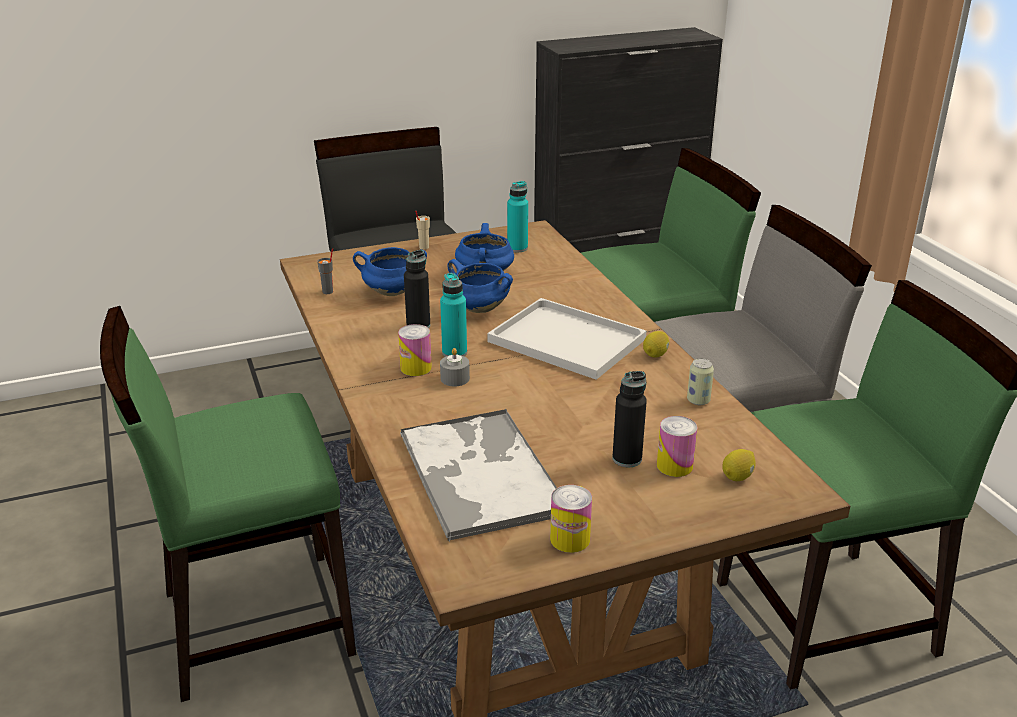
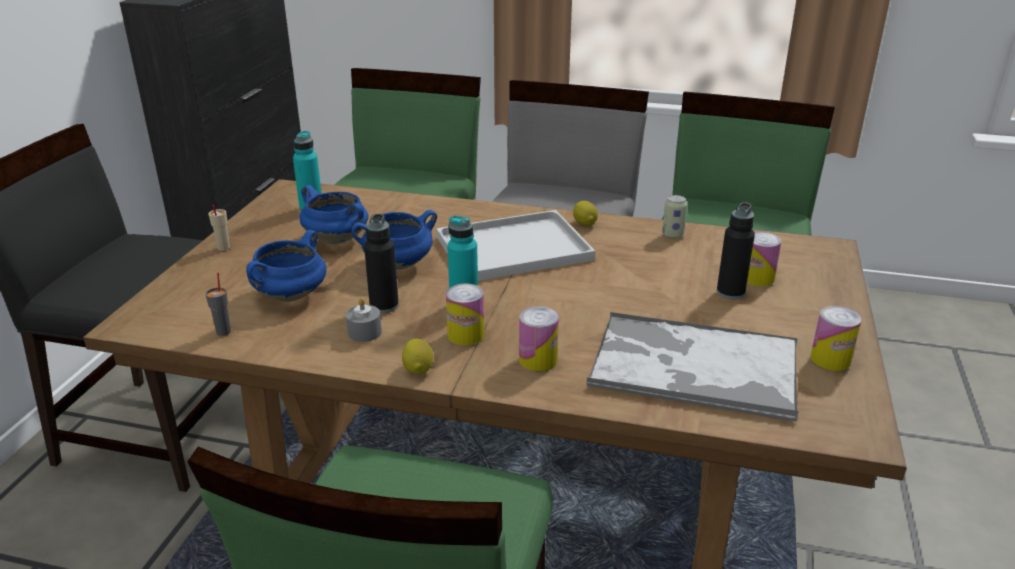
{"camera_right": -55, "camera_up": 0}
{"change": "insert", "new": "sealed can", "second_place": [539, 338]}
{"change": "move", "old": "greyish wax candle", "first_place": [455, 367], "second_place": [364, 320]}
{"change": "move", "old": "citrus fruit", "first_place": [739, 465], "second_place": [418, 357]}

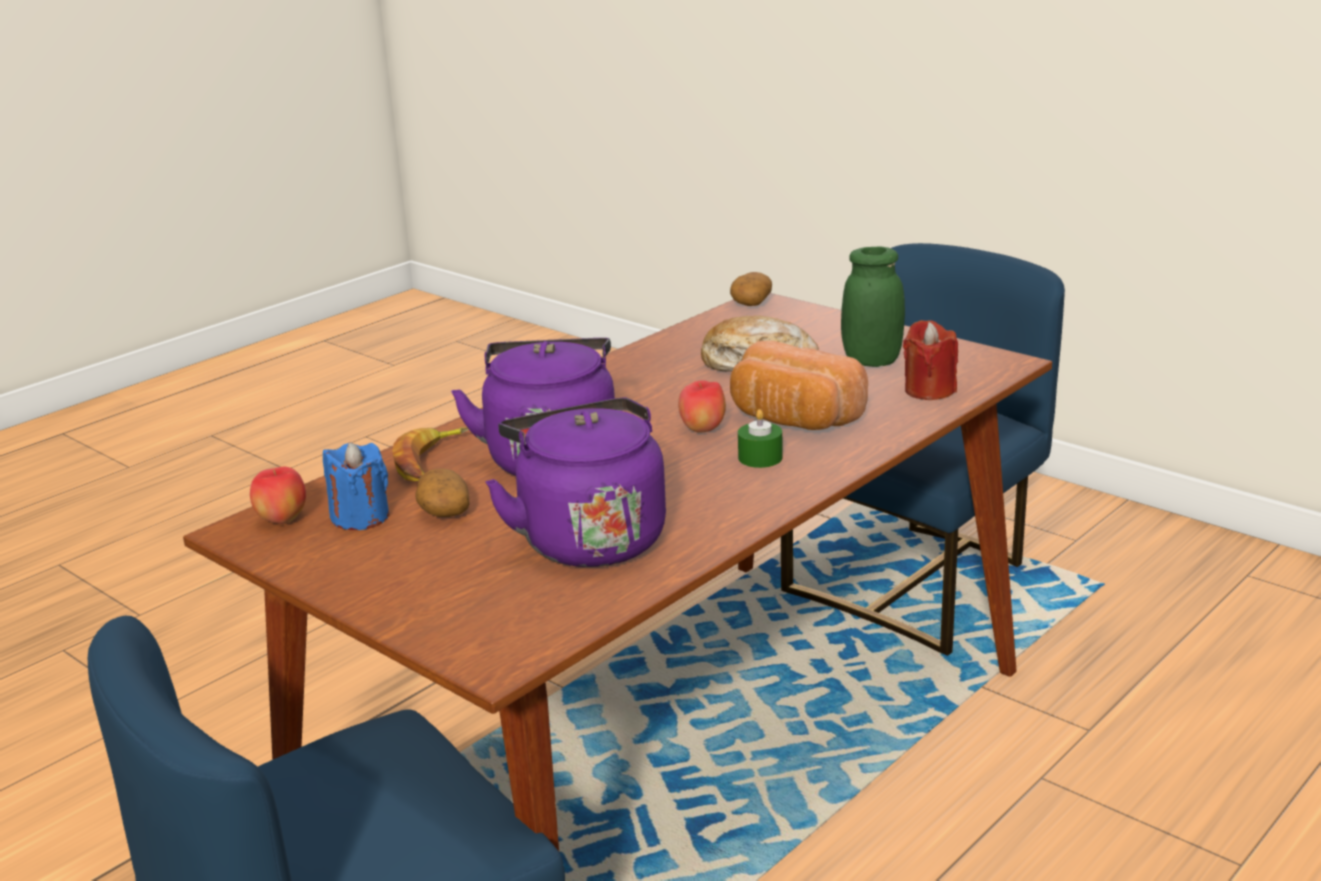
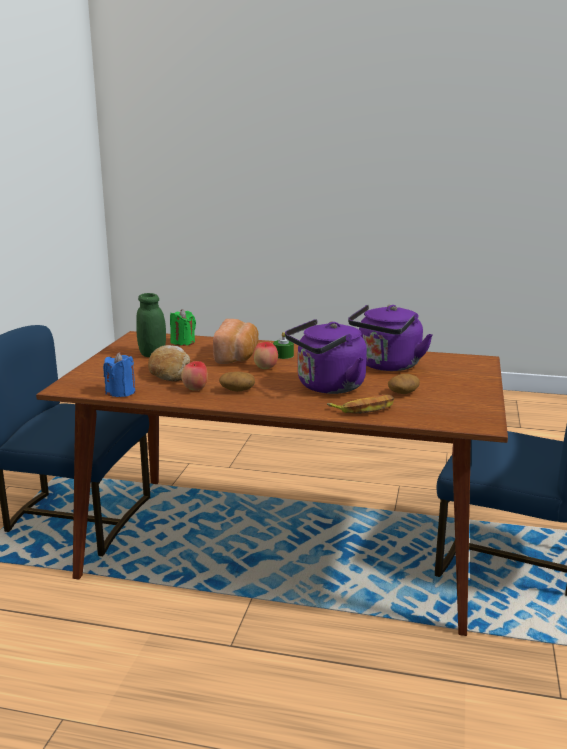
{"camera_right": -120, "camera_up": -5}
{"change": "move", "old": "apple fruit", "first_place": [278, 495], "second_place": [194, 376]}
{"change": "move", "old": "blue-coloured wax candle", "first_place": [356, 486], "second_place": [119, 374]}
{"change": "move", "old": "spud", "first_place": [751, 289], "second_place": [237, 382]}
{"change": "recolor", "old": "red wax candle", "new": "greenish wax candle", "first_place": [930, 360], "second_place": [183, 327]}

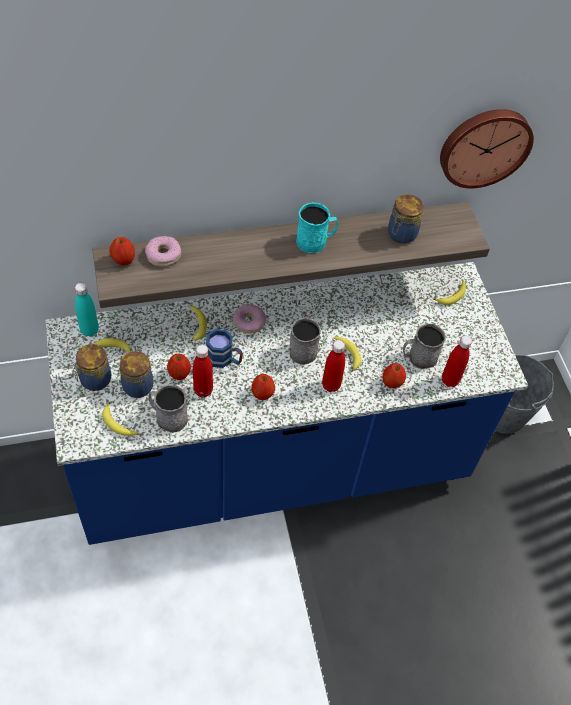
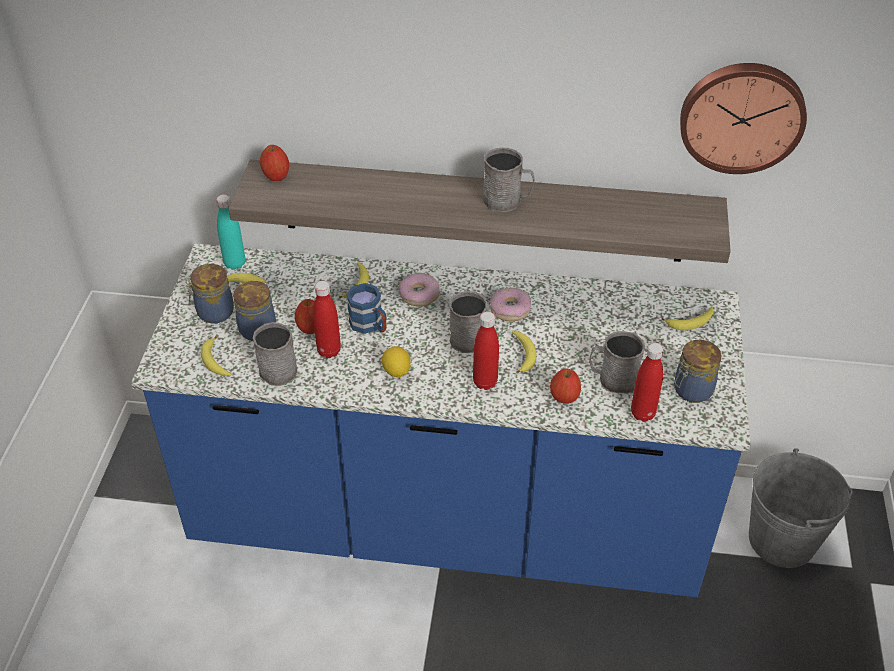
{"camera_right": 25, "camera_up": -10}
{"change": "move", "old": "ring doughnut", "first_place": [163, 251], "second_place": [510, 304]}
{"change": "move", "old": "storage jar", "first_place": [406, 219], "second_place": [698, 371]}
{"change": "replace", "old": "apple fruit", "new": "citrus fruit", "first_place": [263, 387], "second_place": [396, 361]}
{"change": "recolor", "old": "turquoise mug", "new": "greyish mug", "first_place": [317, 227], "second_place": [508, 180]}

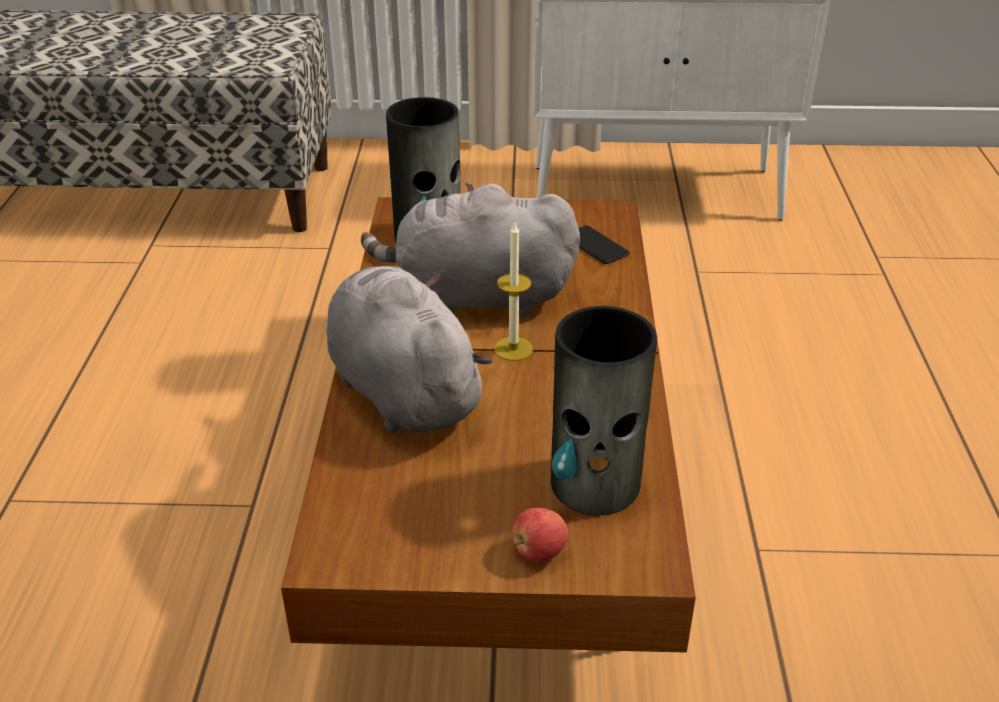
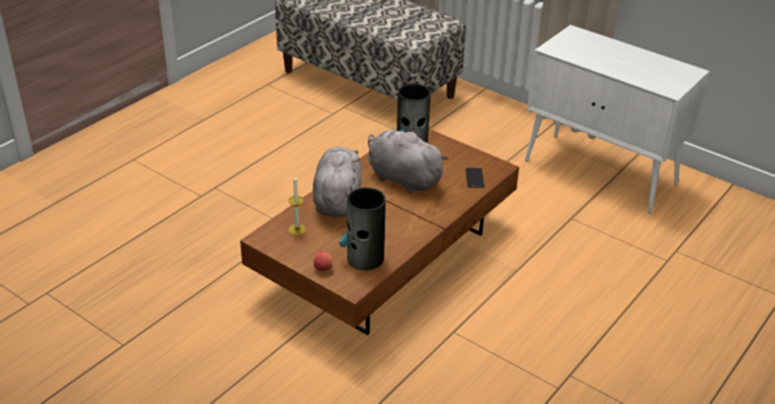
{"camera_right": 35, "camera_up": 0}
{"change": "move", "old": "wax candle", "first_place": [513, 291], "second_place": [297, 205]}

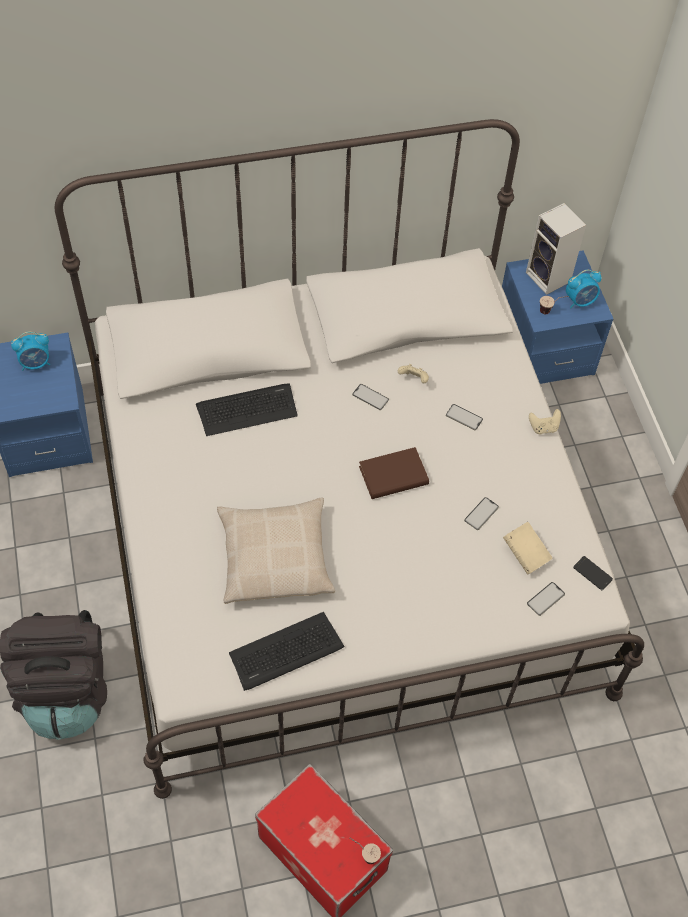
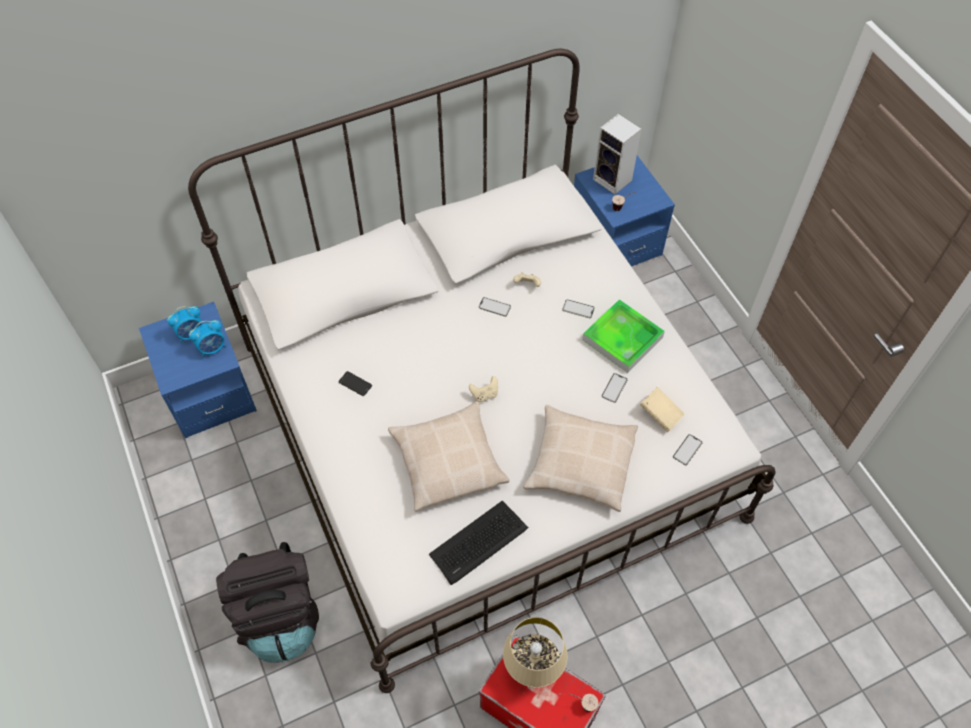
{"camera_right": -10, "camera_up": 0}
{"change": "delete", "old": "computer keyboard", "first_place": [247, 409]}
{"change": "delete", "old": "brownish volume", "first_place": [394, 473]}
{"change": "insert", "new": "beige-coloured tabletop lamp", "second_place": [535, 652]}
{"change": "insert", "new": "beige-coloured pillow", "second_place": [580, 458]}
{"change": "insert", "new": "serving tray", "second_place": [623, 336]}
{"change": "move", "old": "beige-coloured joypad", "first_place": [545, 421], "second_place": [483, 389]}
{"change": "move", "old": "bedside clock", "first_place": [583, 289], "second_place": [207, 338]}
{"change": "move", "old": "telephone", "first_place": [593, 573], "second_place": [355, 383]}

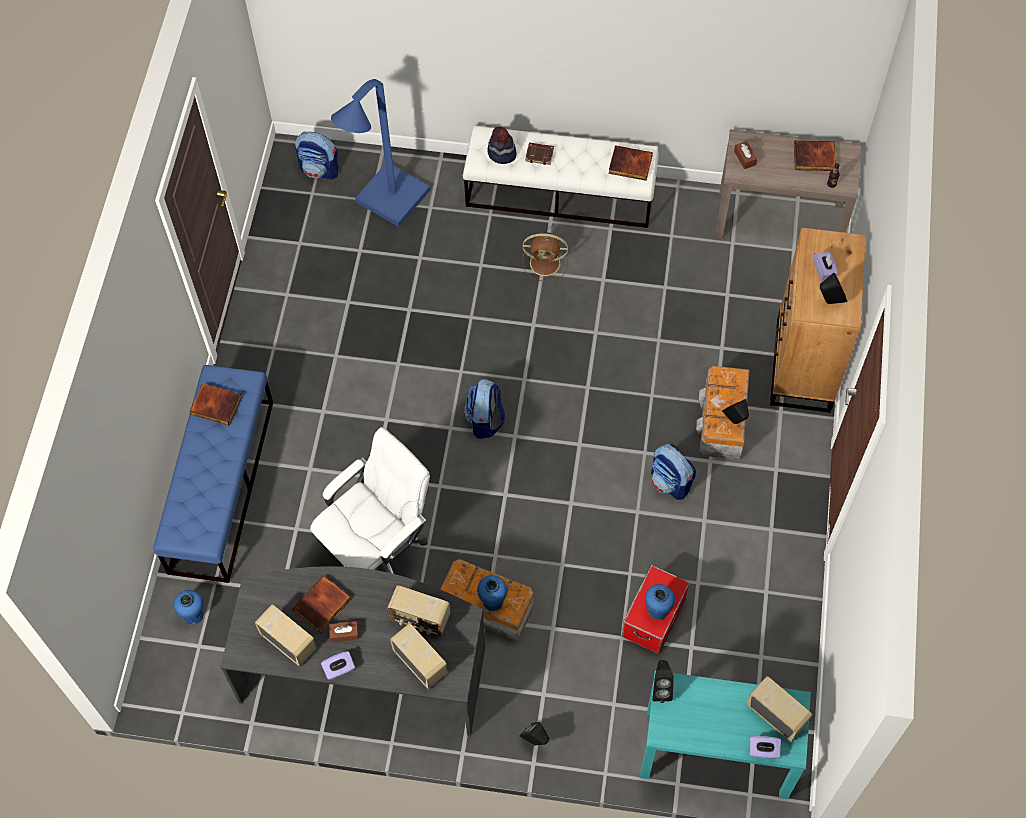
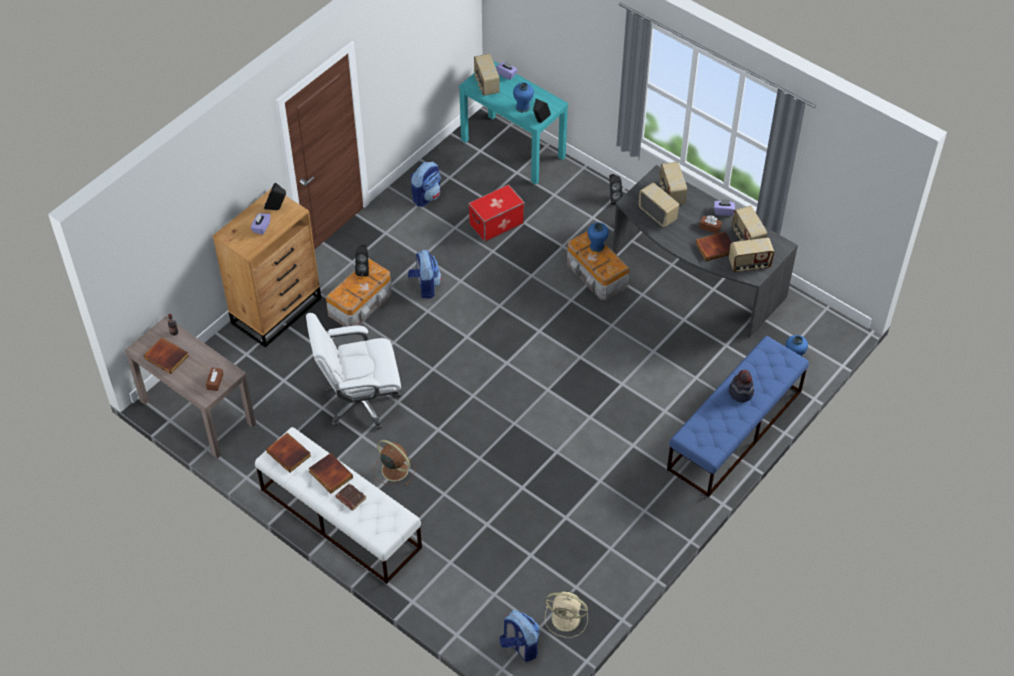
{"camera_right": -150, "camera_up": -10}
{"change": "delete", "old": "blue-coloured standard lamp", "first_place": [380, 153]}
{"change": "insert", "new": "beige-coloured cooling fan", "second_place": [566, 614]}
{"change": "insert", "new": "radio set", "second_place": [751, 255]}
{"change": "move", "old": "volume", "first_place": [216, 404], "second_place": [331, 473]}
{"change": "move", "old": "white-coloured computer chair", "first_place": [370, 500], "second_place": [353, 371]}
{"change": "move", "old": "rucksack", "first_place": [484, 409], "second_place": [425, 184]}
{"change": "move", "old": "wearable hat", "first_place": [501, 145], "second_place": [741, 386]}
{"change": "move", "old": "blue-coloured flower vase", "first_place": [660, 602], "second_place": [523, 97]}

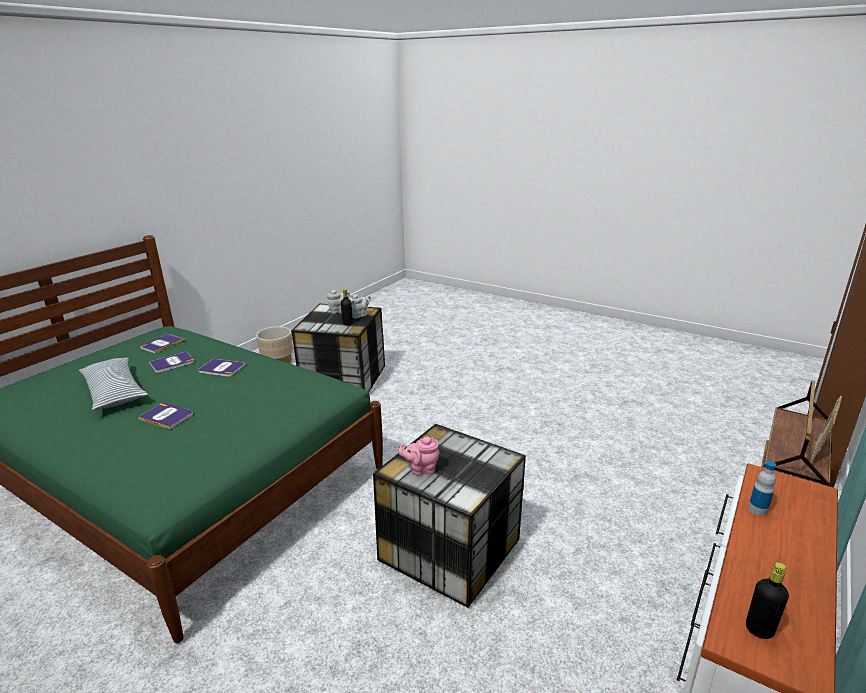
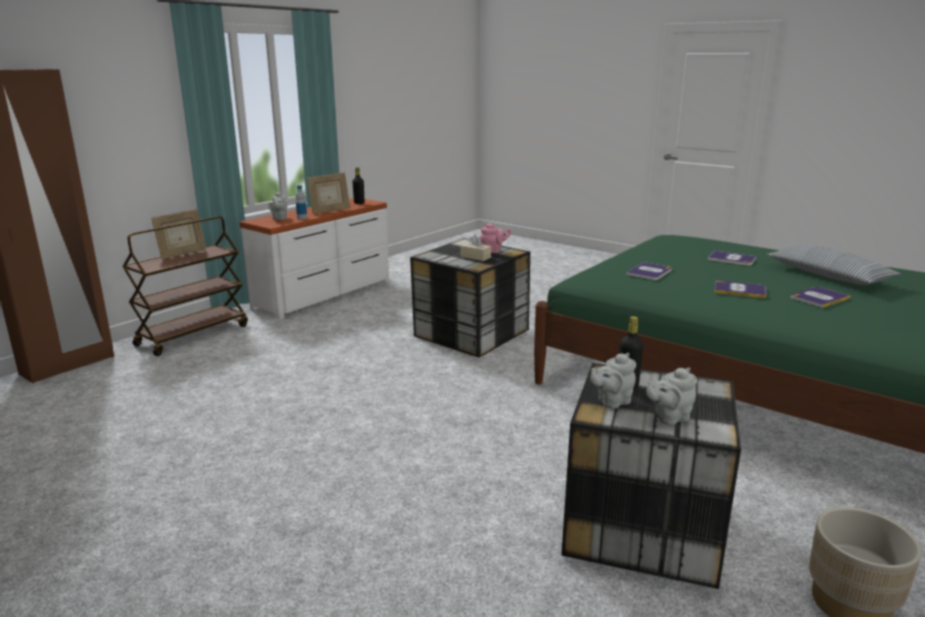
{"camera_right": -175, "camera_up": -5}
{"change": "insert", "new": "greyish pot for tea", "second_place": [278, 206]}
{"change": "insert", "new": "standing frame", "second_place": [328, 193]}
{"change": "insert", "new": "beige-coloured tissue box", "second_place": [475, 248]}
{"change": "move", "old": "volume", "first_place": [162, 343], "second_place": [649, 271]}

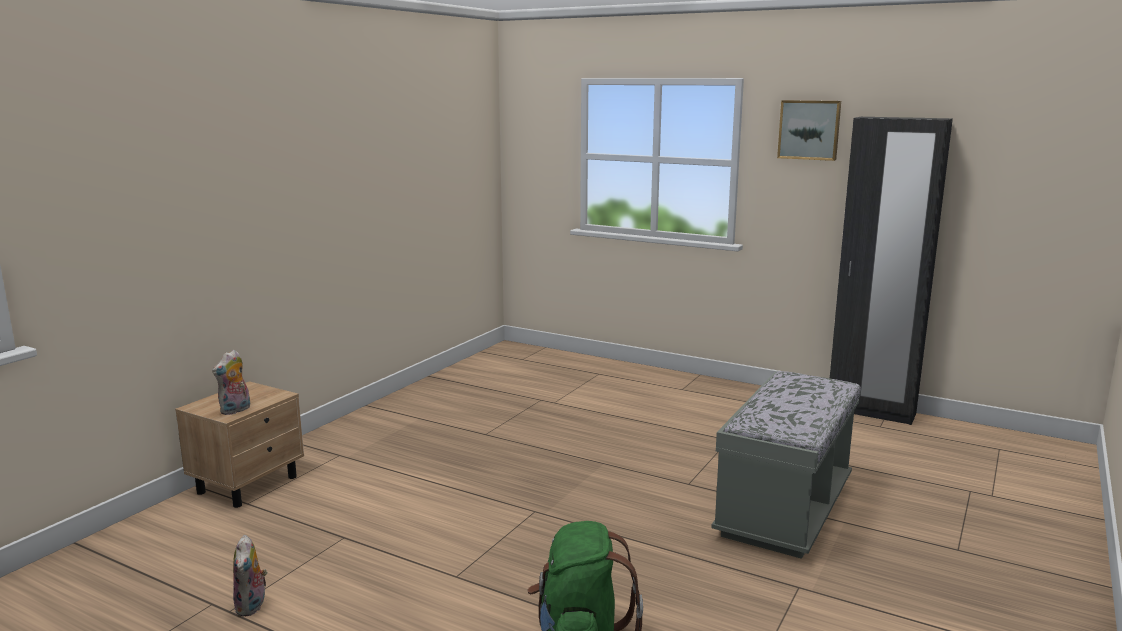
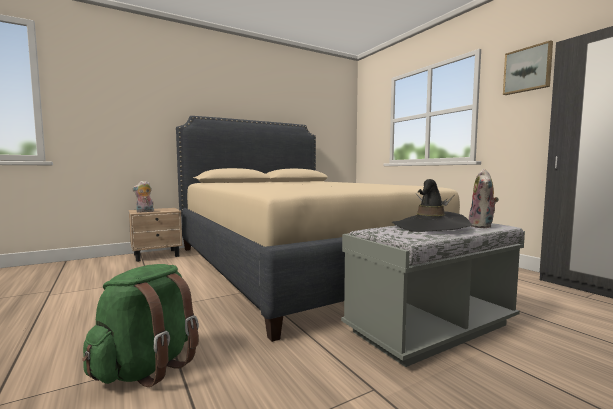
{"camera_right": 30, "camera_up": -10}
{"change": "insert", "new": "beige-coloured bed", "second_place": [318, 229]}
{"change": "insert", "new": "black wearable hat", "second_place": [432, 205]}
{"change": "move", "old": "plush toy", "first_place": [250, 575], "second_place": [484, 198]}

